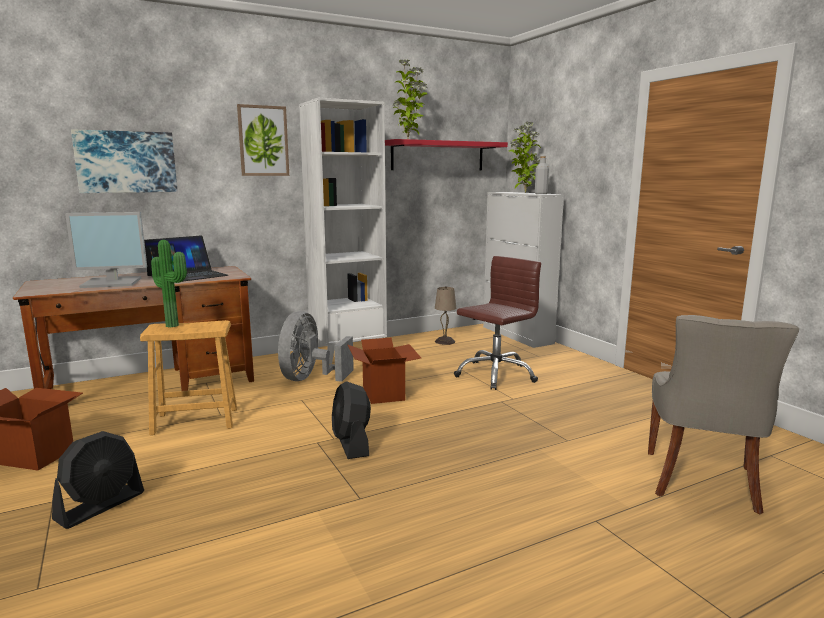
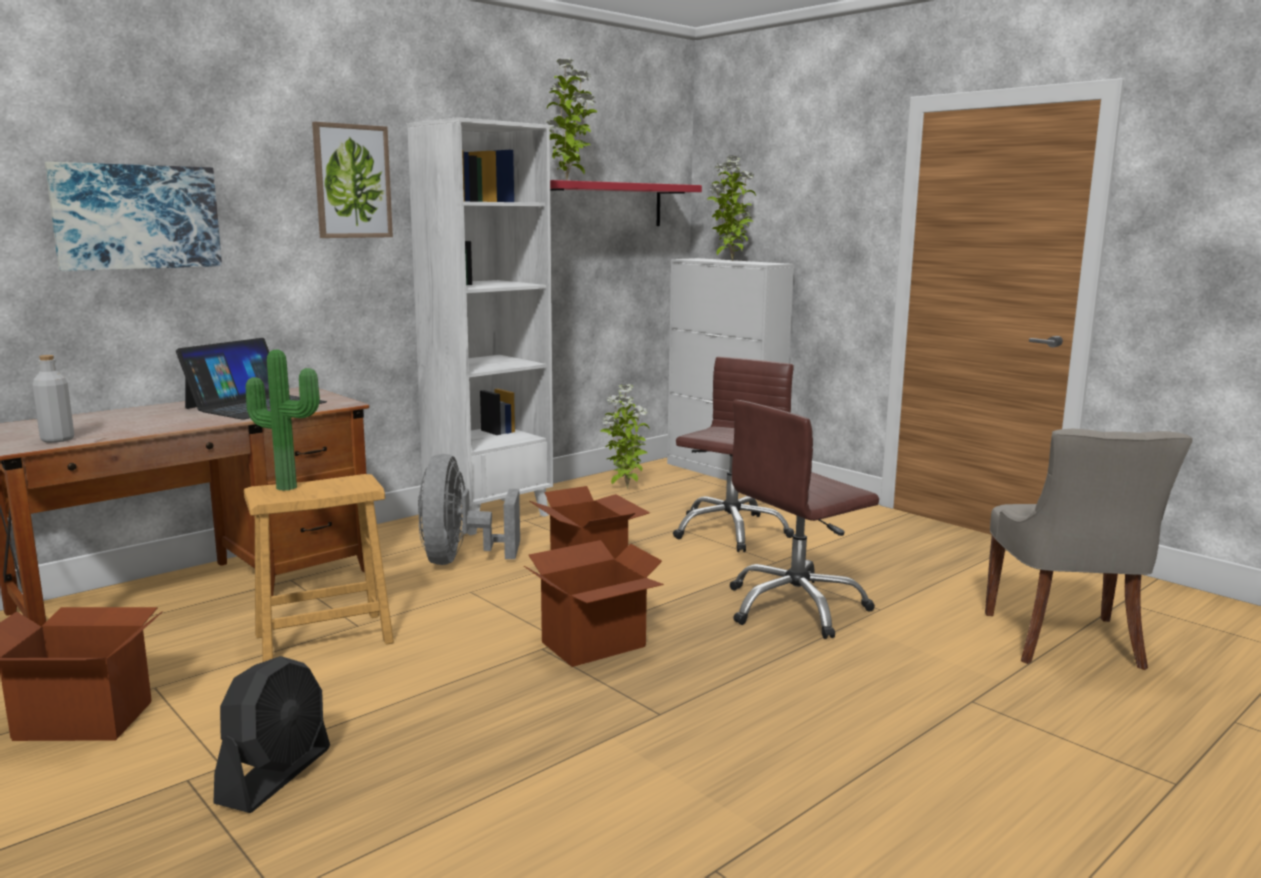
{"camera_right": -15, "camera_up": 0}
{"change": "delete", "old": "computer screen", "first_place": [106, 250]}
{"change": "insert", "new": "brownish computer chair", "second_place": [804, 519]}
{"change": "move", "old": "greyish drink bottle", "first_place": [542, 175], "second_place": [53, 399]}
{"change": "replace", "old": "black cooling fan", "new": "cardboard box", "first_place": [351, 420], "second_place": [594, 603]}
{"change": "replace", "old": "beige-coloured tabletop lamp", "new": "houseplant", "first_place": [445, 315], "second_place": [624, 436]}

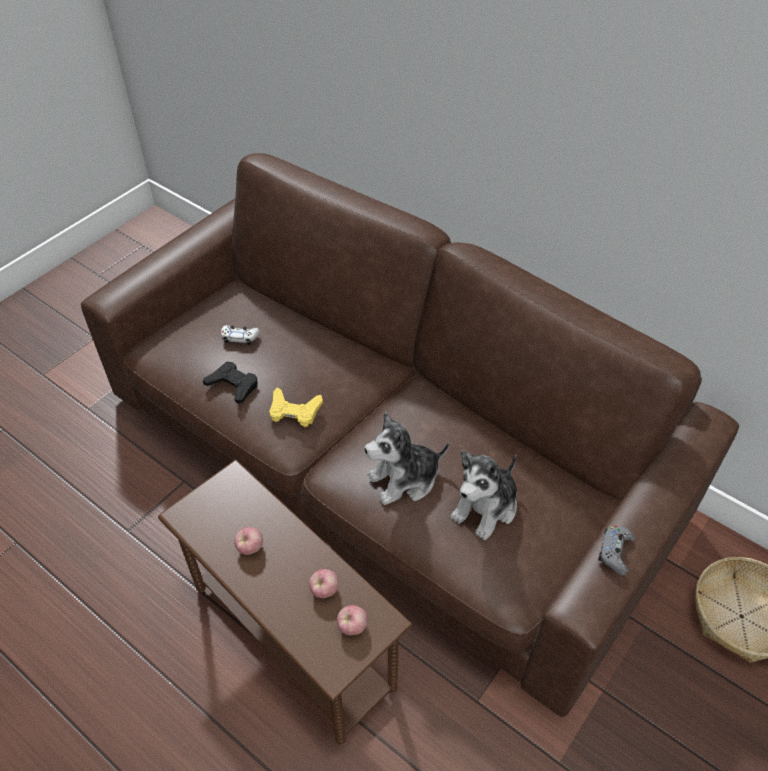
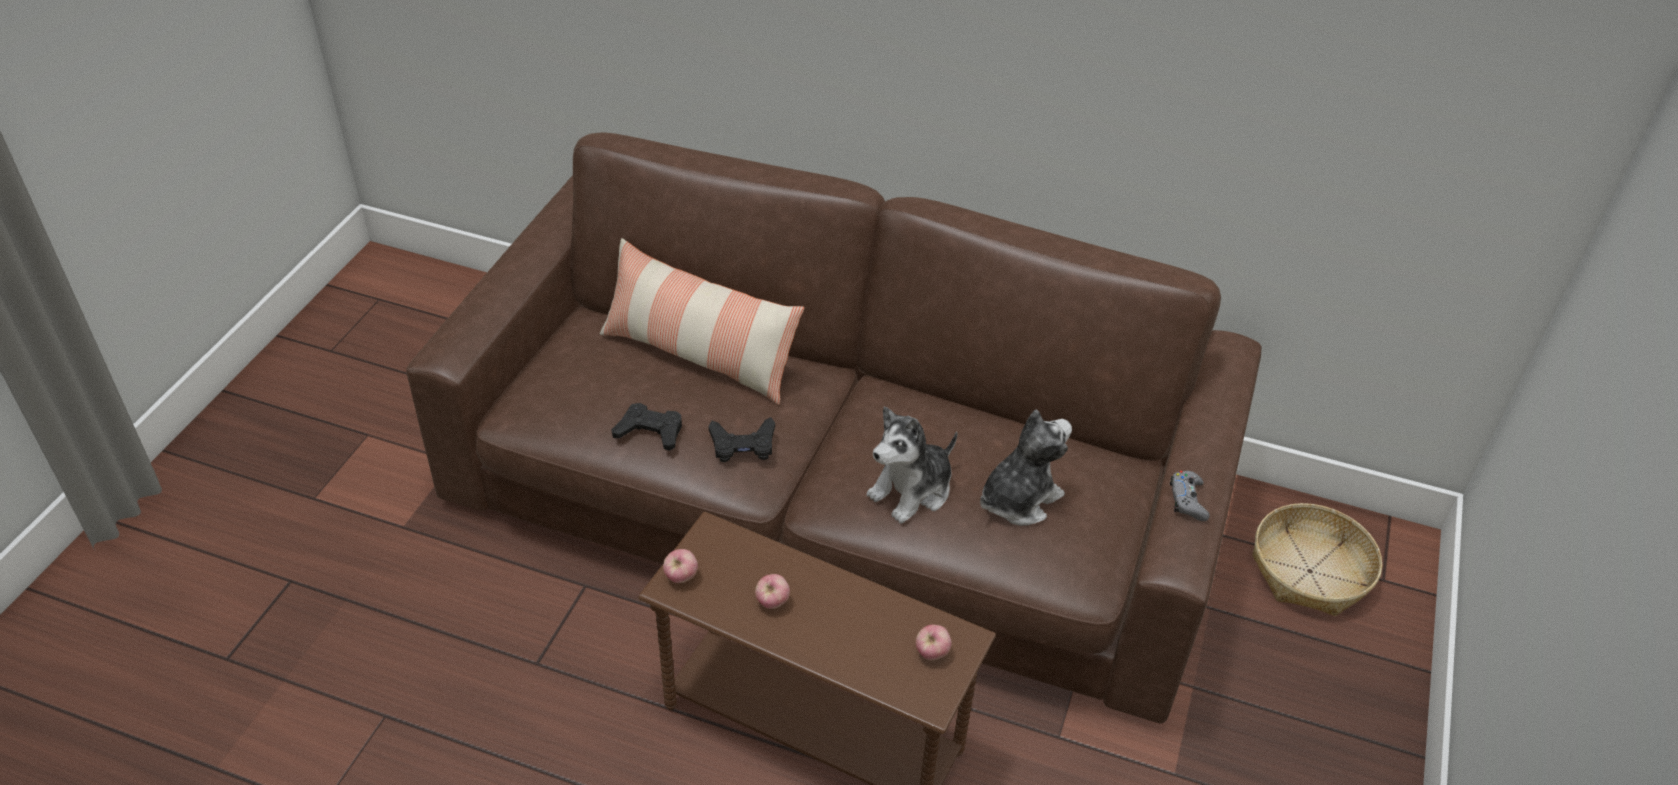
{"camera_right": -20, "camera_up": -5}
{"change": "delete", "old": "white-coloured joypad", "first_place": [240, 335]}
{"change": "insert", "new": "pillow", "second_place": [702, 321]}
{"change": "move", "old": "apple fruit", "first_place": [324, 583], "second_place": [680, 566]}
{"change": "recolor", "old": "yellowish joypad", "new": "black joypad", "first_place": [296, 407], "second_place": [742, 439]}
{"change": "rotate", "old": "plush toy", "first_place": [484, 495], "second_place": [1026, 467], "degrees": -150}

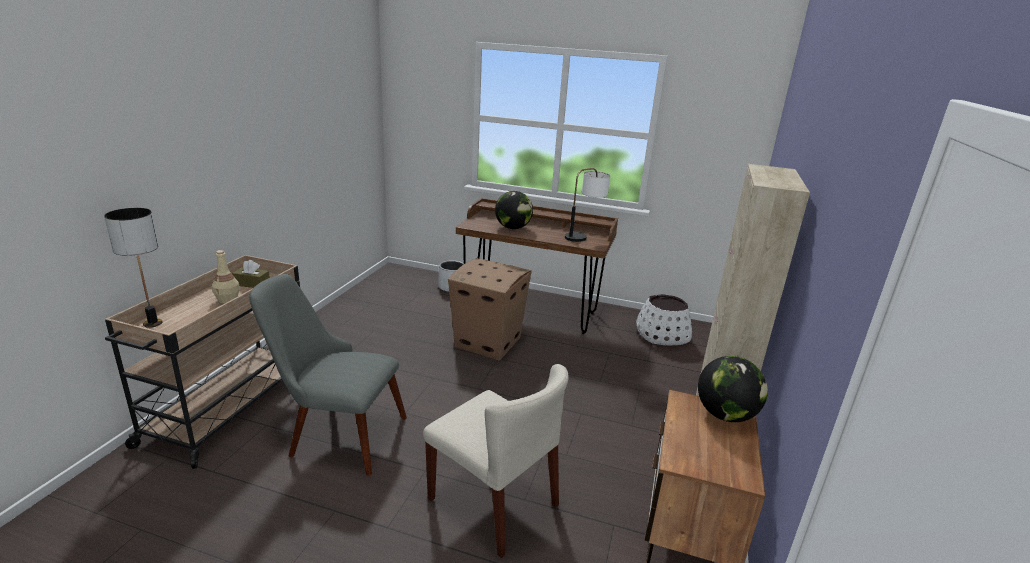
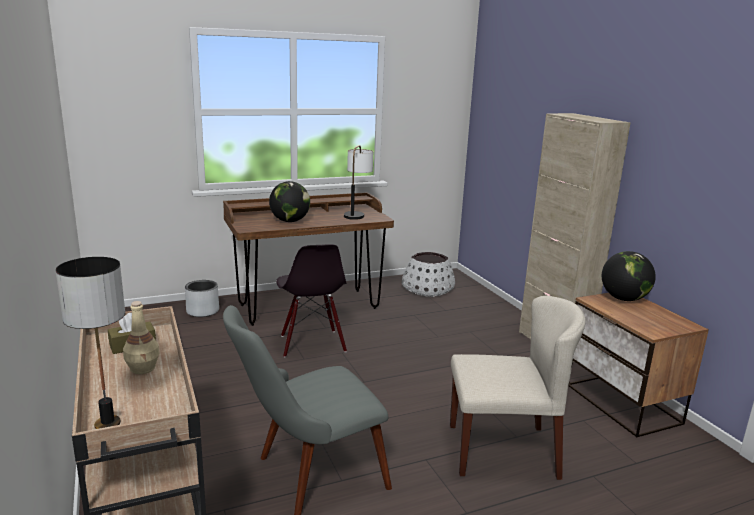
{"camera_right": -40, "camera_up": -5}
{"change": "replace", "old": "cardboard box", "new": "black chair", "first_place": [489, 309], "second_place": [311, 300]}

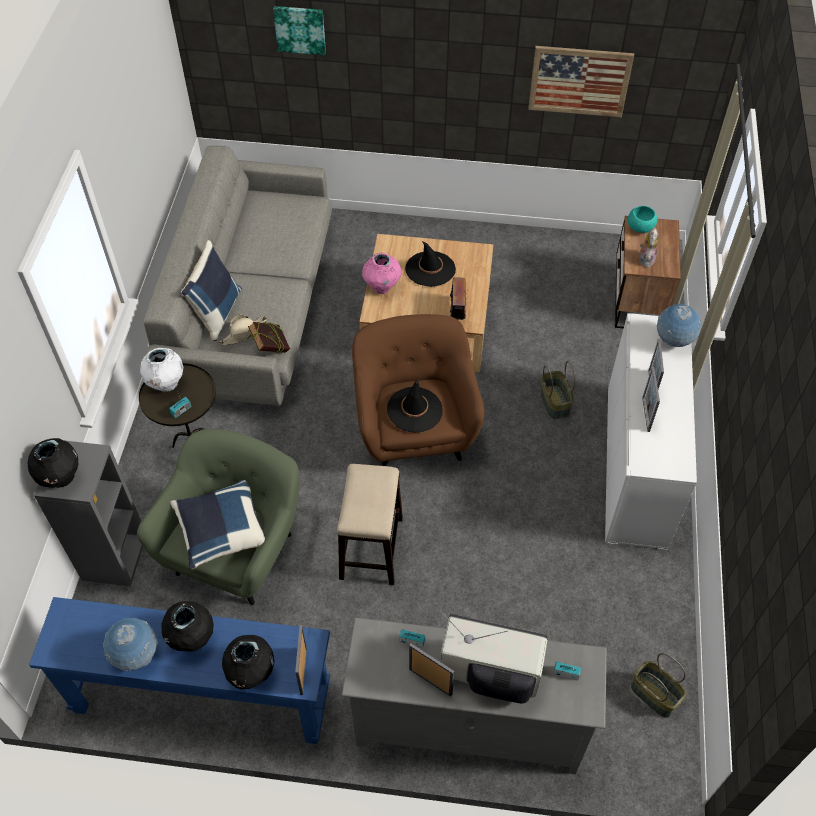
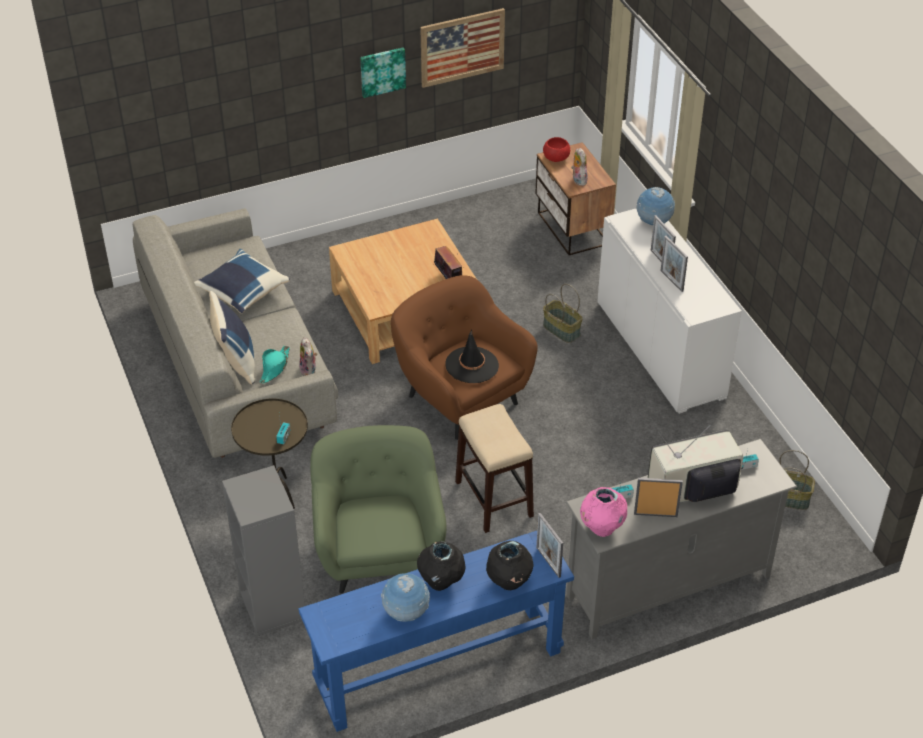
{"camera_right": -30, "camera_up": -10}
{"change": "delete", "old": "black flower vase", "first_place": [53, 463]}
{"change": "delete", "old": "white-coloured flower vase", "first_place": [161, 370]}
{"change": "delete", "old": "black wearable hat", "first_place": [430, 264]}
{"change": "move", "old": "blue-coloured pillow", "first_place": [217, 525], "second_place": [242, 281]}
{"change": "move", "old": "wall art", "first_place": [299, 30], "second_place": [383, 73]}
{"change": "move", "old": "pink flower vase", "first_place": [382, 273], "second_place": [603, 512]}
{"change": "replace", "old": "volume", "new": "plush toy", "first_place": [269, 337], "second_place": [308, 356]}
{"change": "recolor", "old": "beige-coloured wearable hat", "new": "turquoise wearable hat", "first_place": [243, 330], "second_place": [275, 364]}
{"change": "recolor", "old": "turquoise serving bowl", "new": "red serving bowl", "first_place": [642, 219], "second_place": [556, 149]}

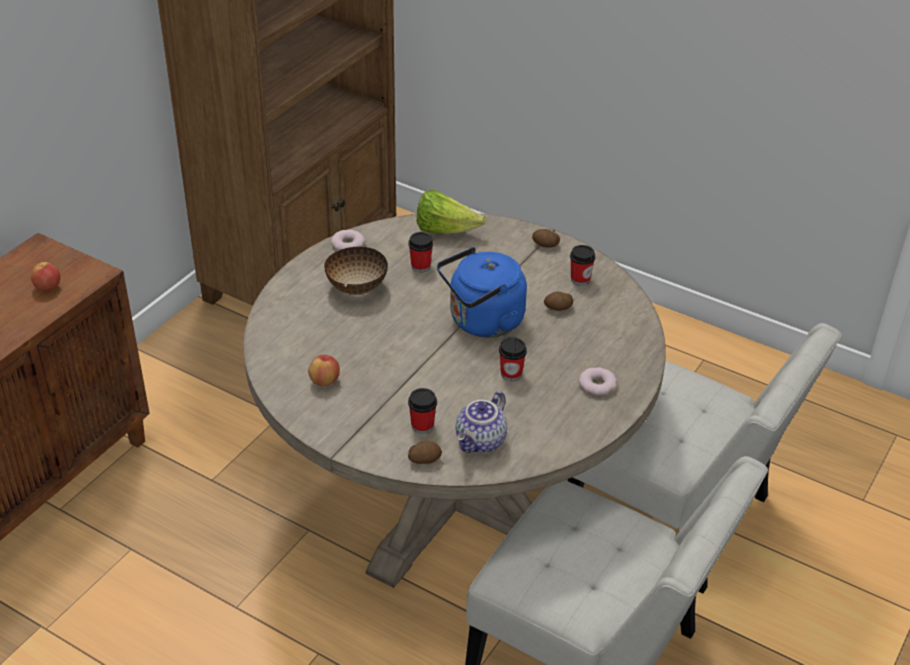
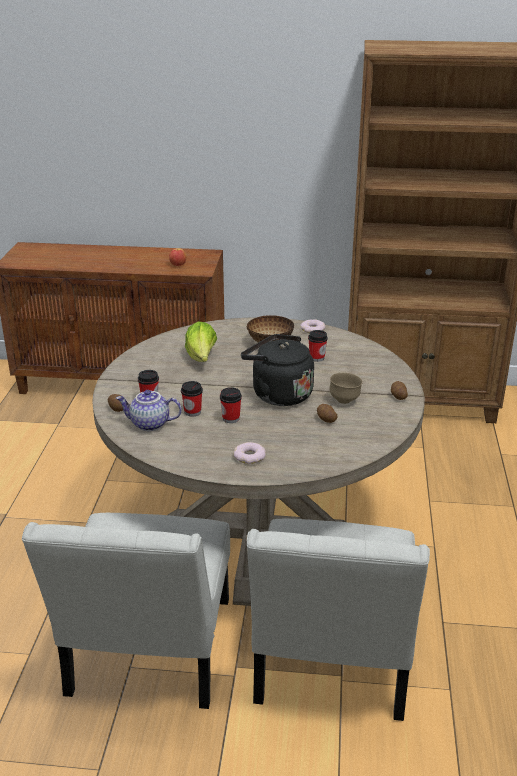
{"camera_right": 65, "camera_up": -10}
{"change": "delete", "old": "apple fruit", "first_place": [324, 370]}
{"change": "insert", "new": "brownish serving bowl", "second_place": [346, 388]}
{"change": "move", "old": "lettuce", "first_place": [451, 211], "second_place": [201, 341]}
{"change": "move", "old": "drinking cup", "first_place": [583, 265], "second_place": [192, 399]}
{"change": "recolor", "old": "blue-coloured water kettle", "new": "black water kettle", "first_place": [482, 292], "second_place": [277, 370]}

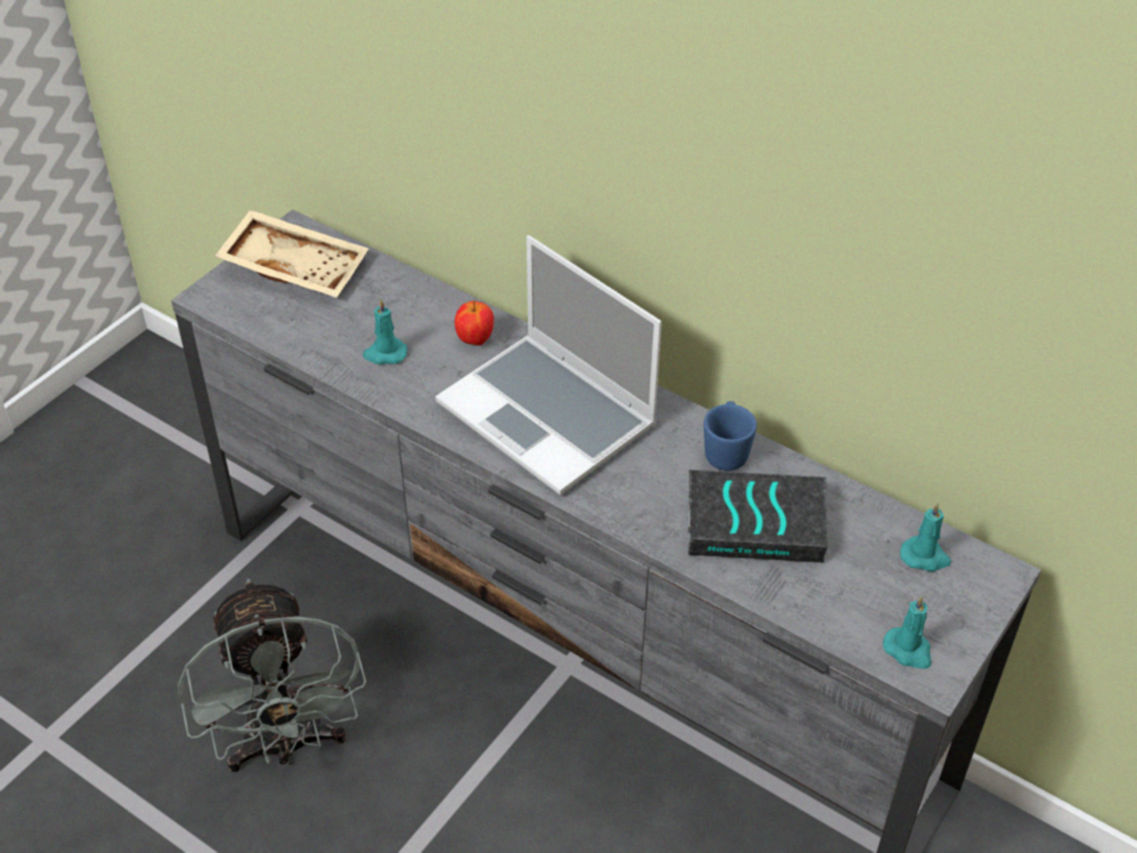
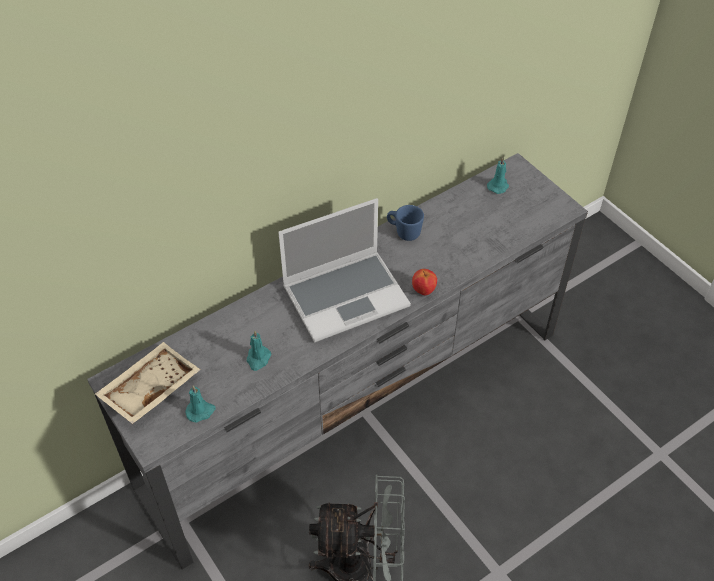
{"camera_right": -70, "camera_up": 5}
{"change": "delete", "old": "volume", "first_place": [758, 516]}
{"change": "move", "old": "apple fruit", "first_place": [474, 323], "second_place": [424, 282]}
{"change": "move", "old": "turquoise wax candle", "first_place": [907, 632], "second_place": [200, 404]}

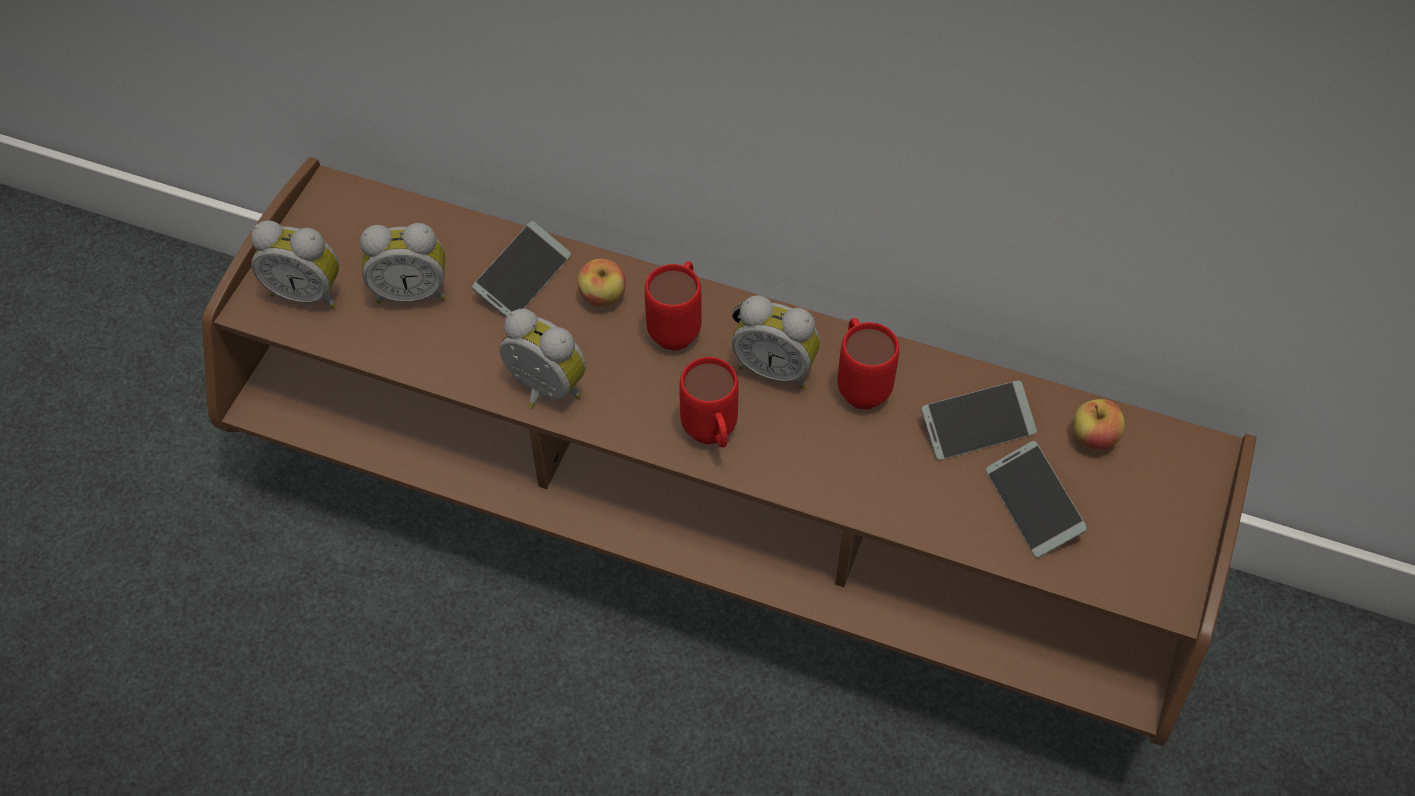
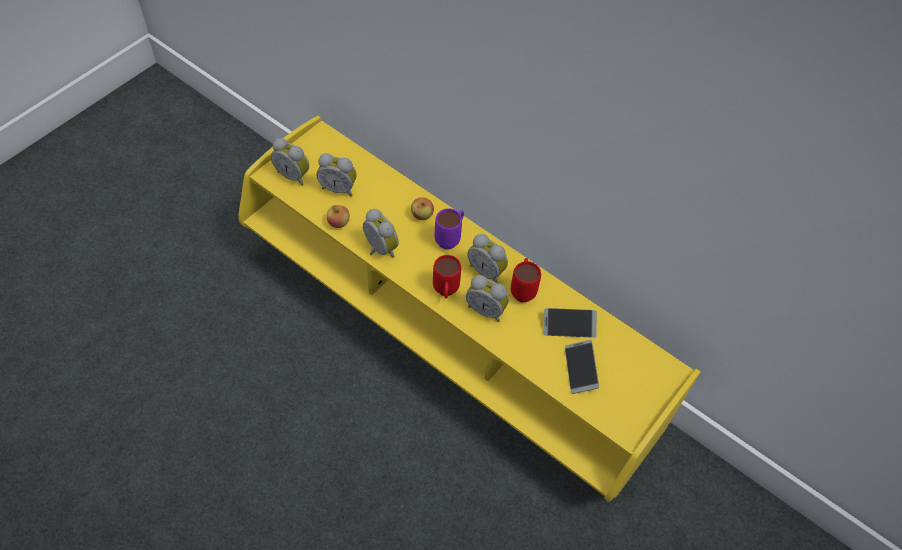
{"camera_right": 15, "camera_up": 0}
{"change": "delete", "old": "telephone", "first_place": [521, 269]}
{"change": "insert", "new": "bedside clock", "second_place": [487, 298]}
{"change": "move", "old": "apple fruit", "first_place": [1099, 424], "second_place": [338, 216]}
{"change": "recolor", "old": "brownish tv stand", "new": "yellowish tv stand", "first_place": [729, 451], "second_place": [469, 309]}
{"change": "recolor", "old": "red mug", "new": "purple mug", "first_place": [673, 306], "second_place": [449, 229]}

